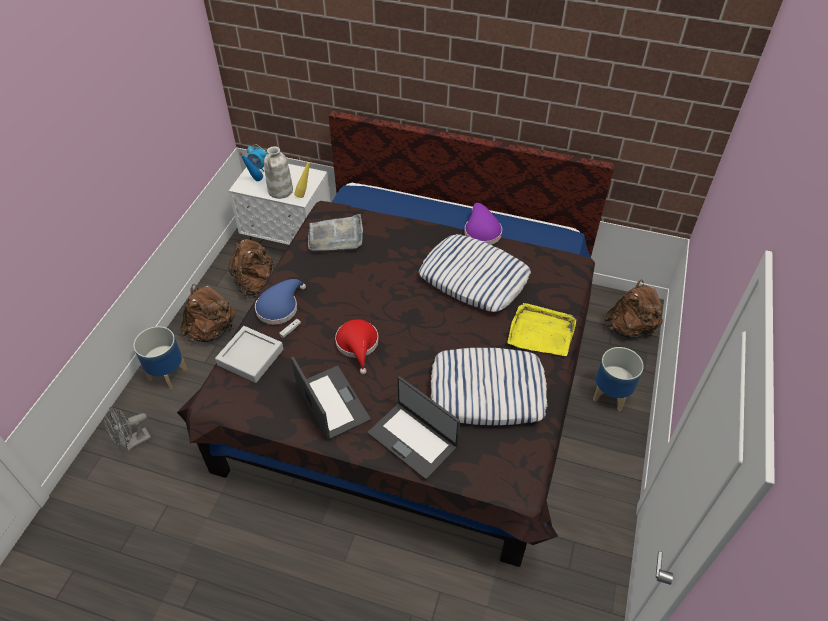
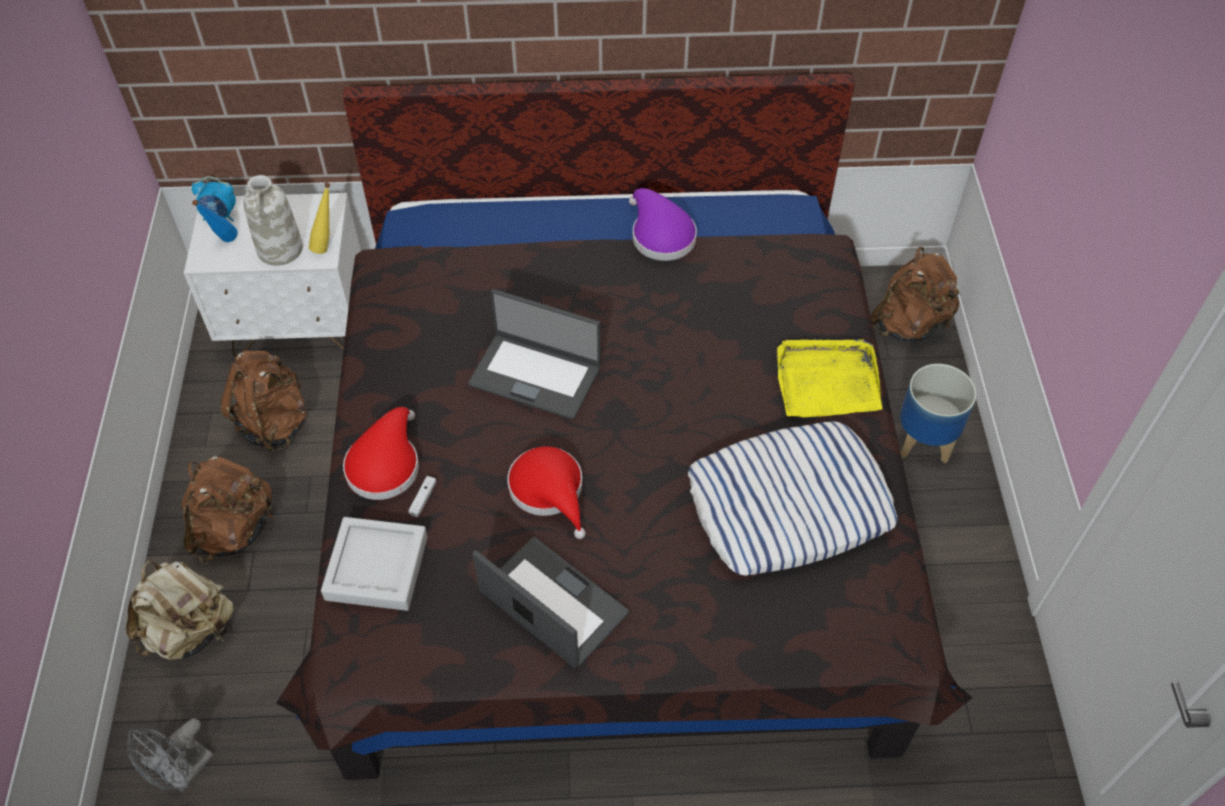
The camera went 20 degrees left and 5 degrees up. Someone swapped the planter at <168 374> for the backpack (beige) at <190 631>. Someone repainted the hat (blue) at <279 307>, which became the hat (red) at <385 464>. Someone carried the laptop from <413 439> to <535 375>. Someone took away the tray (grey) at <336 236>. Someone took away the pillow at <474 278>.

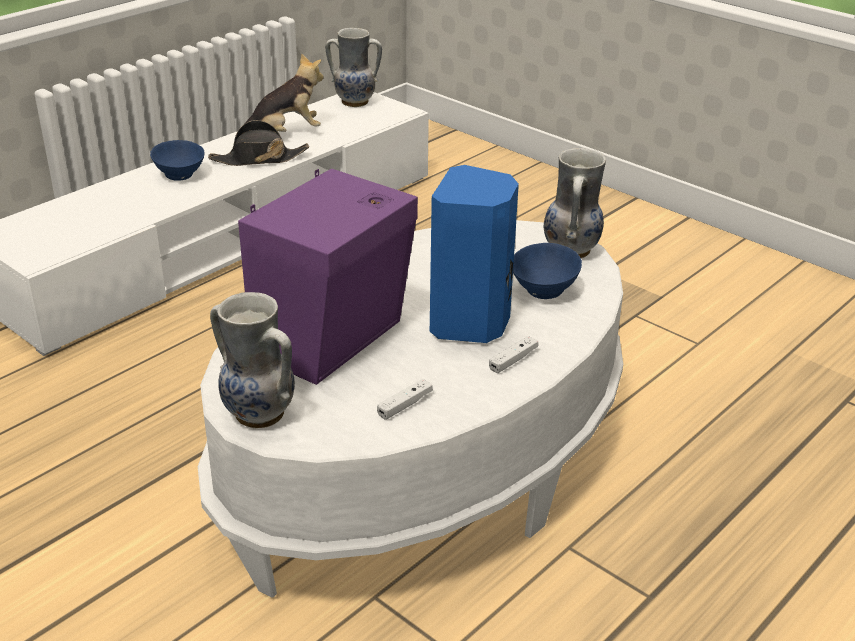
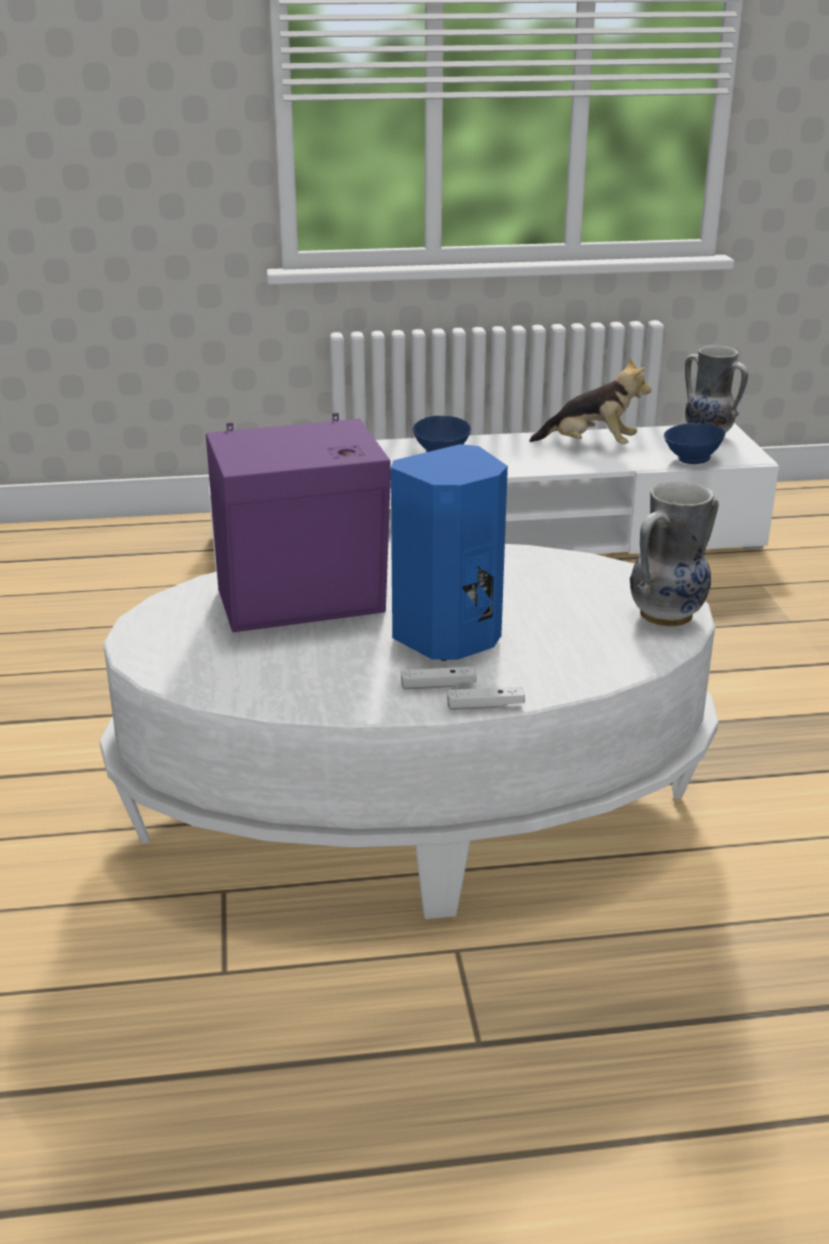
The camera went 40 degrees right and 5 degrees down. Someone carried the game controller (white) from <405 405> to <485 706>. Someone carried the bowl (blue) from <542 291> to <691 459>. Someone took away the hat (black) at <259 159>. Someone took away the vase at <258 415>.

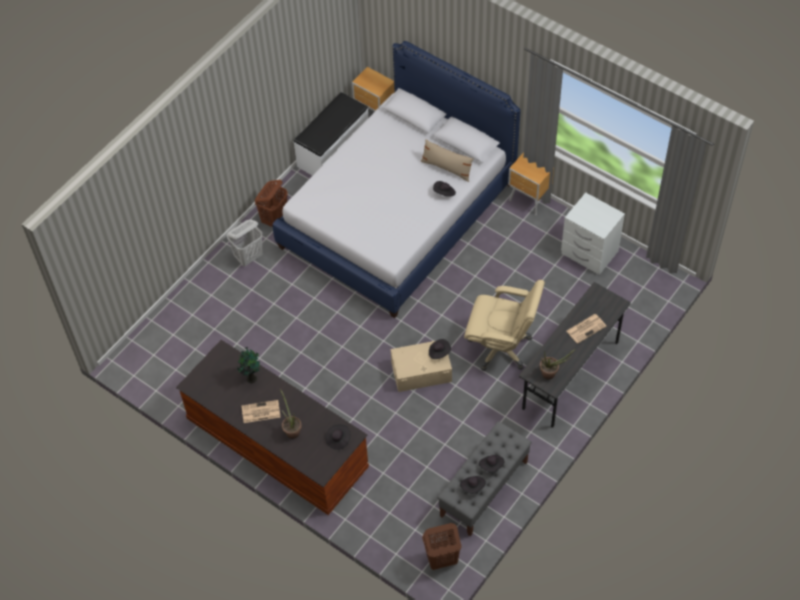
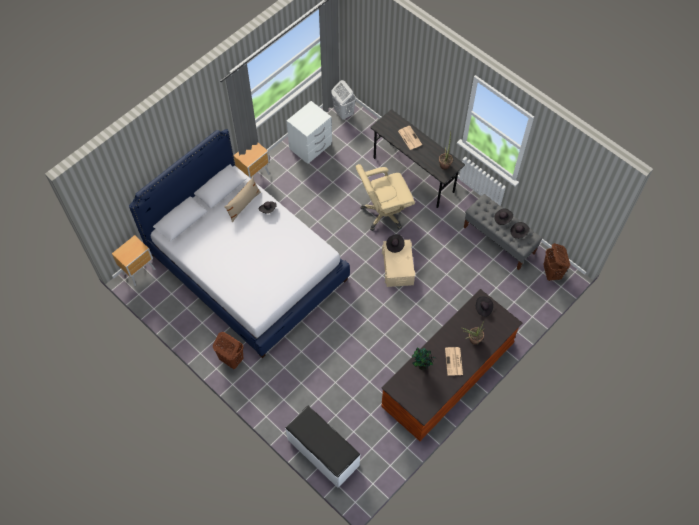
The camera went 85 degrees left and 5 degrees up. Someone carried the bench (white) from <333 149> to <323 453>. Someone carried the laundry basket (white) from <249 257> to <343 112>. Someone rotated the office chair (beige) at <501 347> by 135 degrees counterclockwise.

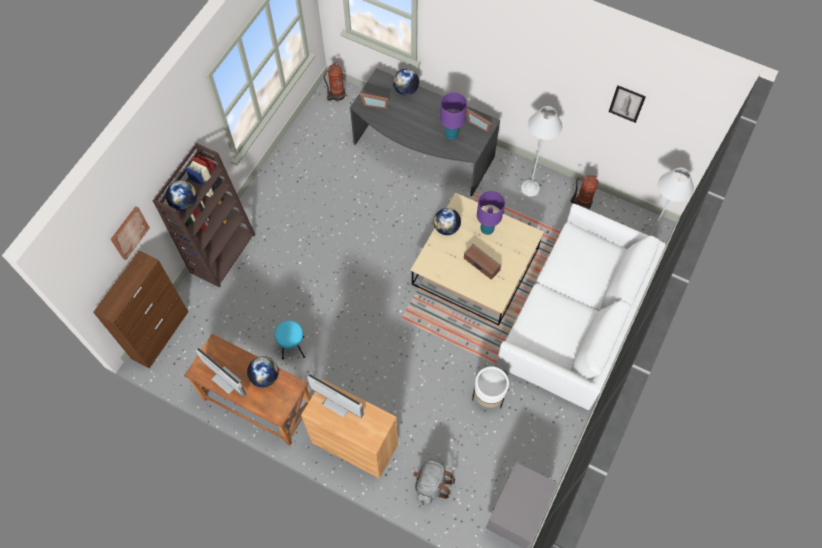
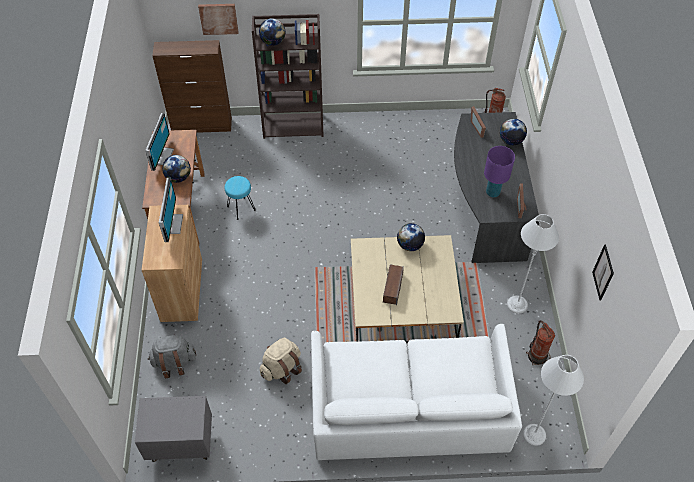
The camera went 60 degrees right and 10 degrees down. Someone swapped the planter (white) at <488 396> for the backpack (beige) at <281 368>. Someone took away the table lamp (purple) at <487 229>.

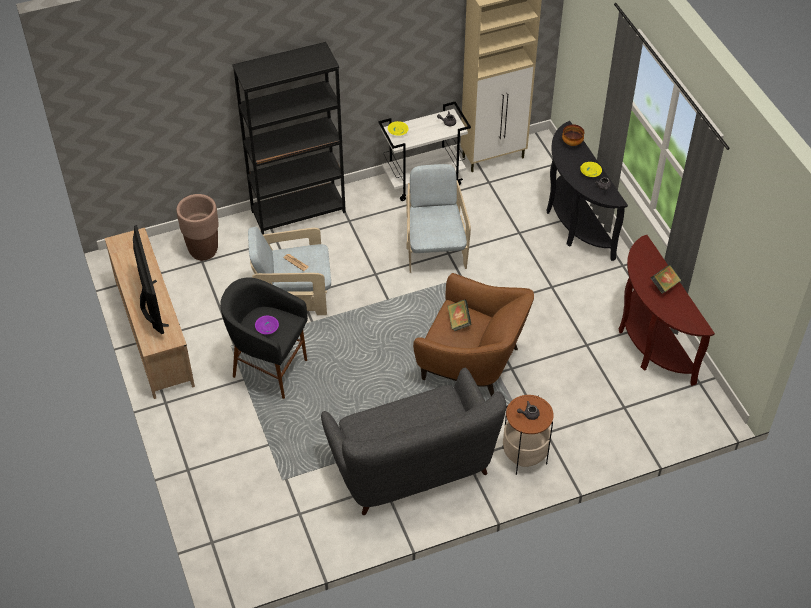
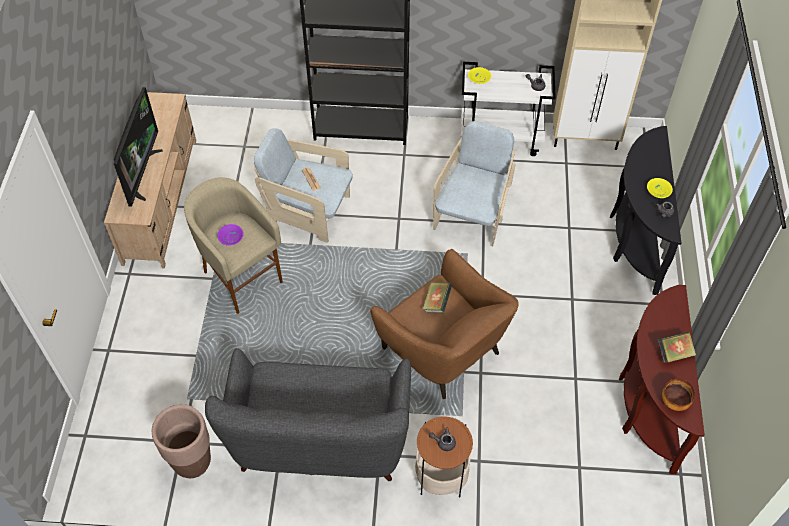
The camera went 25 degrees right and 5 degrees up. Someone carried the planter (brown) from <203 251> to <192 462>. Someone repainted the stool (black) at <268 370>, which became the stool (beige) at <241 278>. Someone carried the bowl from <572 143> to <674 401>.

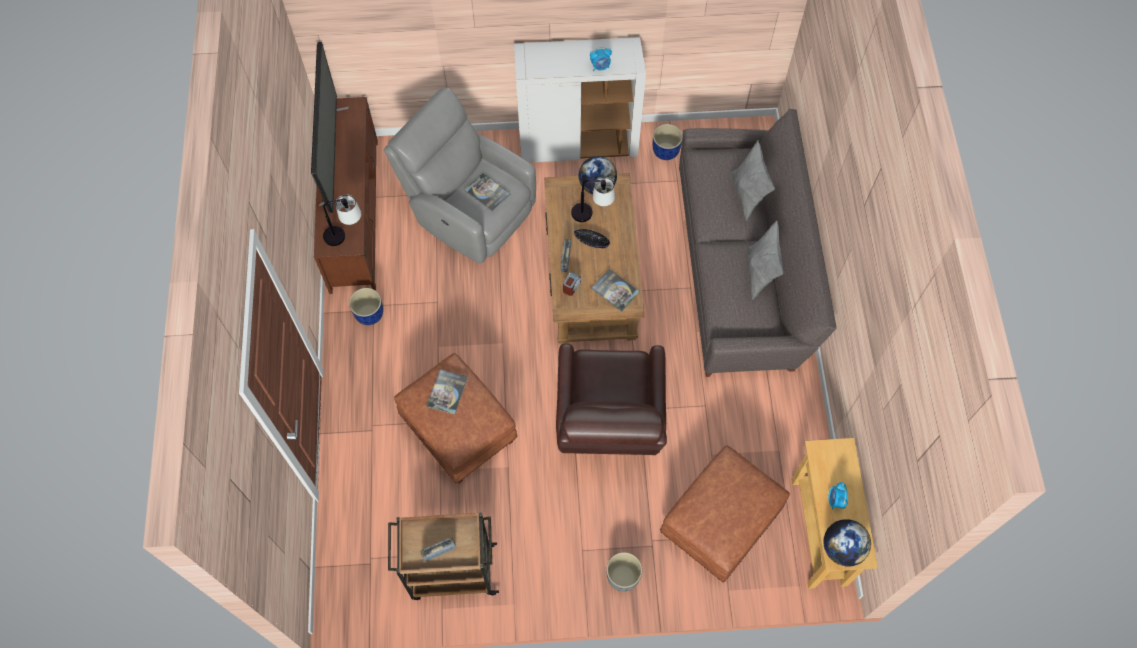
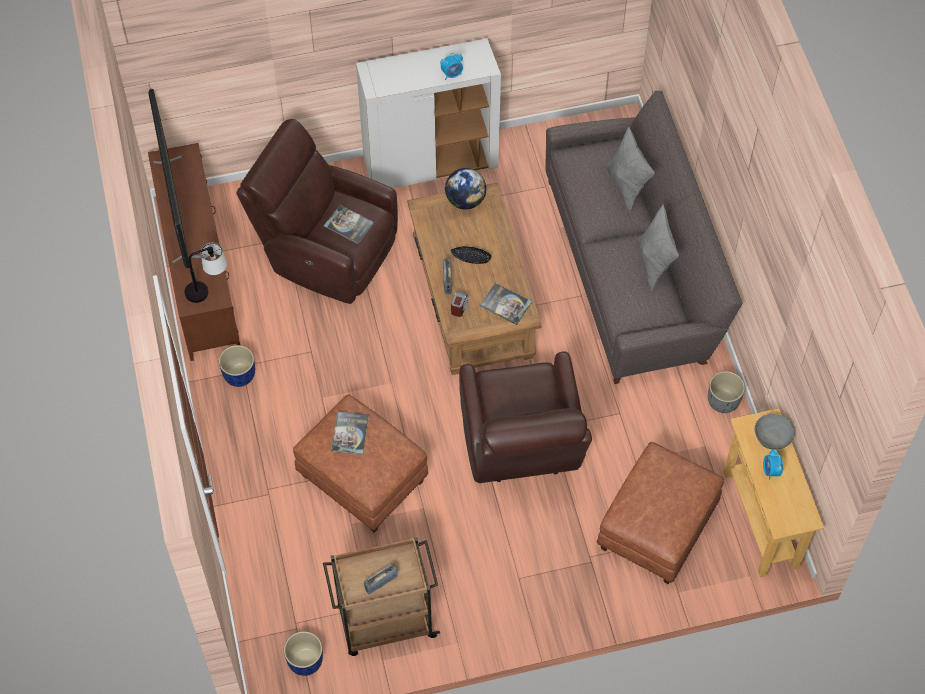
The camera went 10 degrees left and 5 degrees down. Someone repainted the armchair (grey) at <470 210>, which became the armchair (brown) at <326 250>. Someone carried the planter (blue) from <665 150> to <304 661>. Someone carried the planter (grey) from <623 577> to <723 401>. Someone put down the bowl (grey) at <773 437>. Someone took away the table lamp at <592 213>. Someone took away the globe at <842 548>.

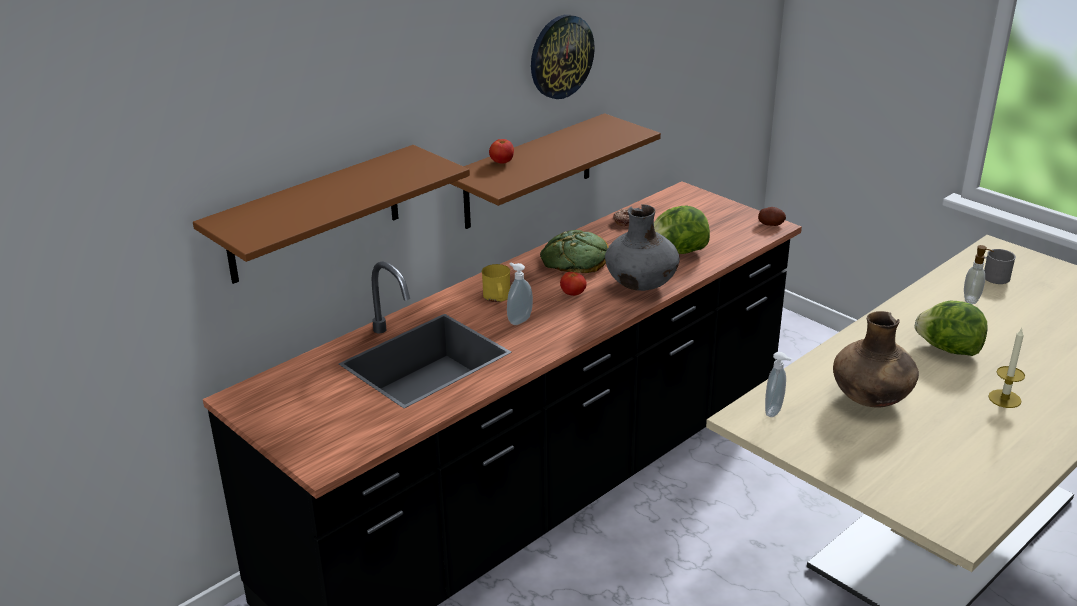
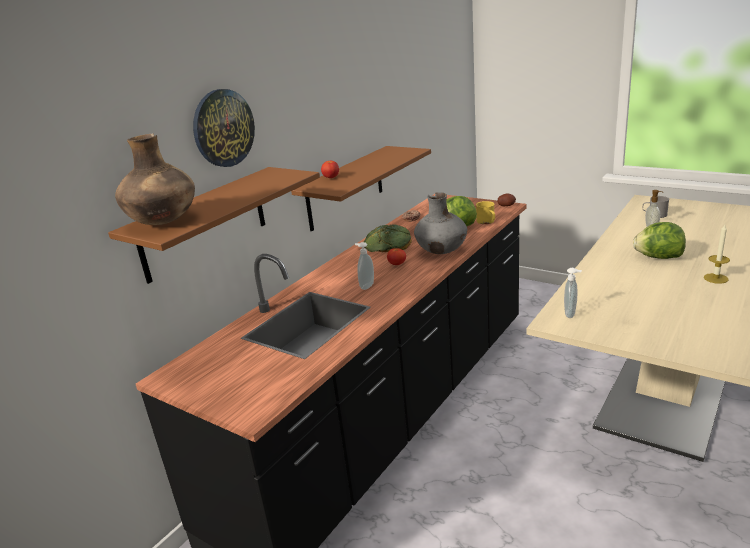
The camera went 10 degrees left and 5 degrees down. Someone carried the vase (brown) from <870 399> to <163 222>. Someone carried the wall clock from <561 56> to <223 128>. Someone carried the mug (yellow) from <497 298> to <487 222>.

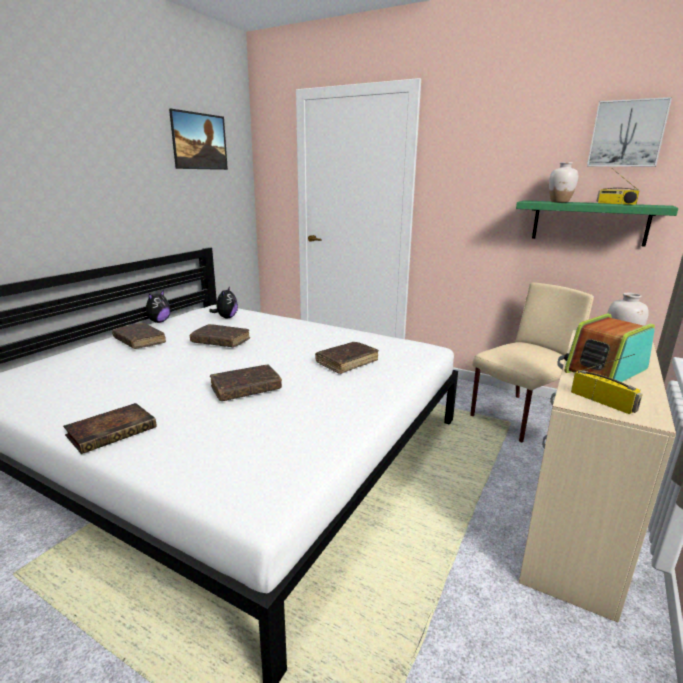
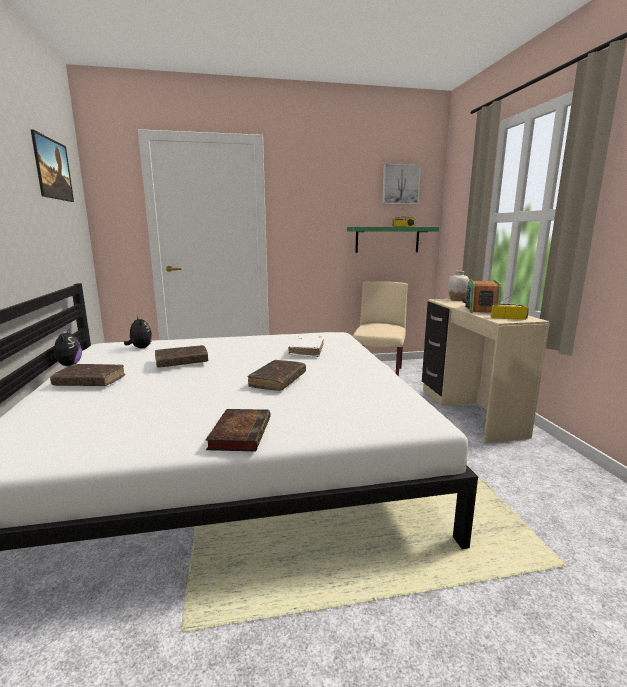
The camera went 40 degrees left and 5 degrees down. Someone repainted the book (brown) at <347 362>, which became the book (white) at <306 351>. Someone took away the vase (white) at <559 202>.

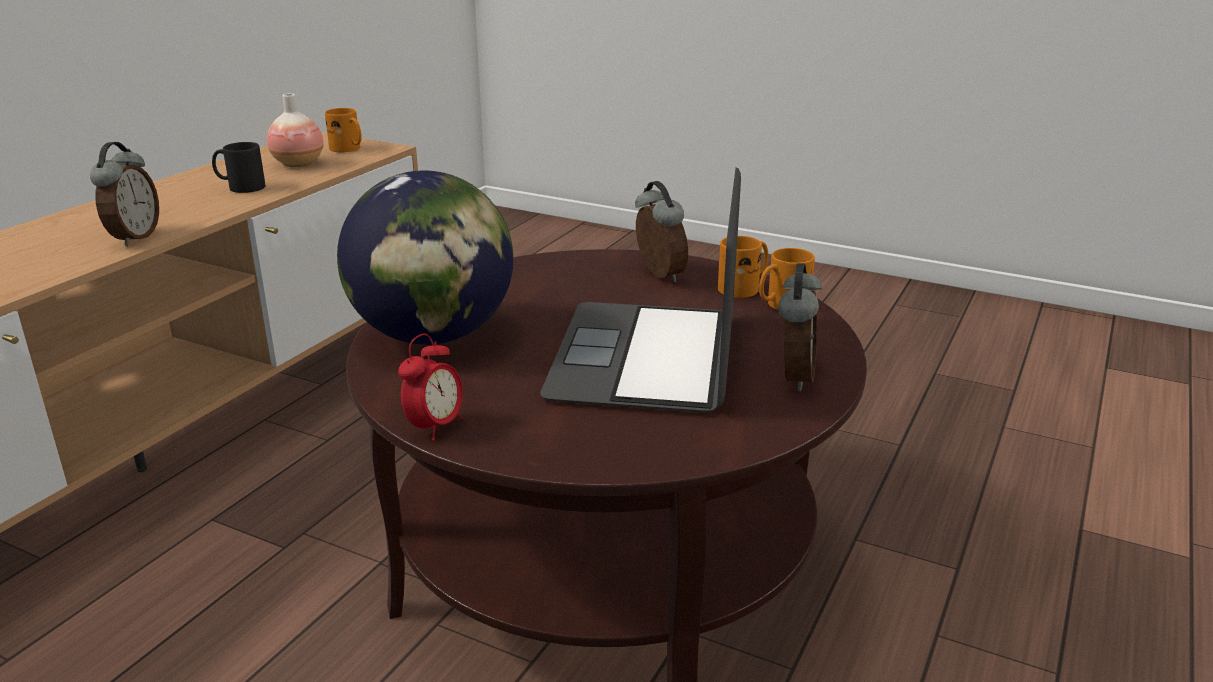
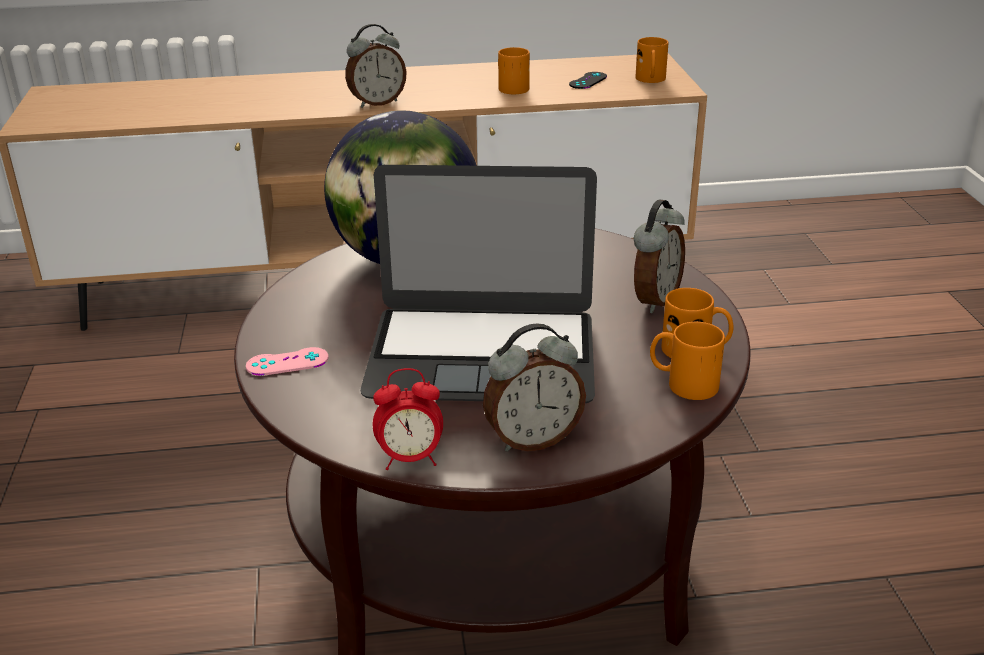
The camera went 55 degrees right and 5 degrees up. Someone put down the game controller (pink) at <287 362>. Someone rotated the laptop at <645 356> by 150 degrees counterclockwise. Someone carried the alarm clock from <435 427> to <410 459>. Someone repainted the mug (black) at <240 187>, which became the mug (orange) at <510 87>. Someone swapped the vase at <298 164> for the game controller (black) at <588 81>.

